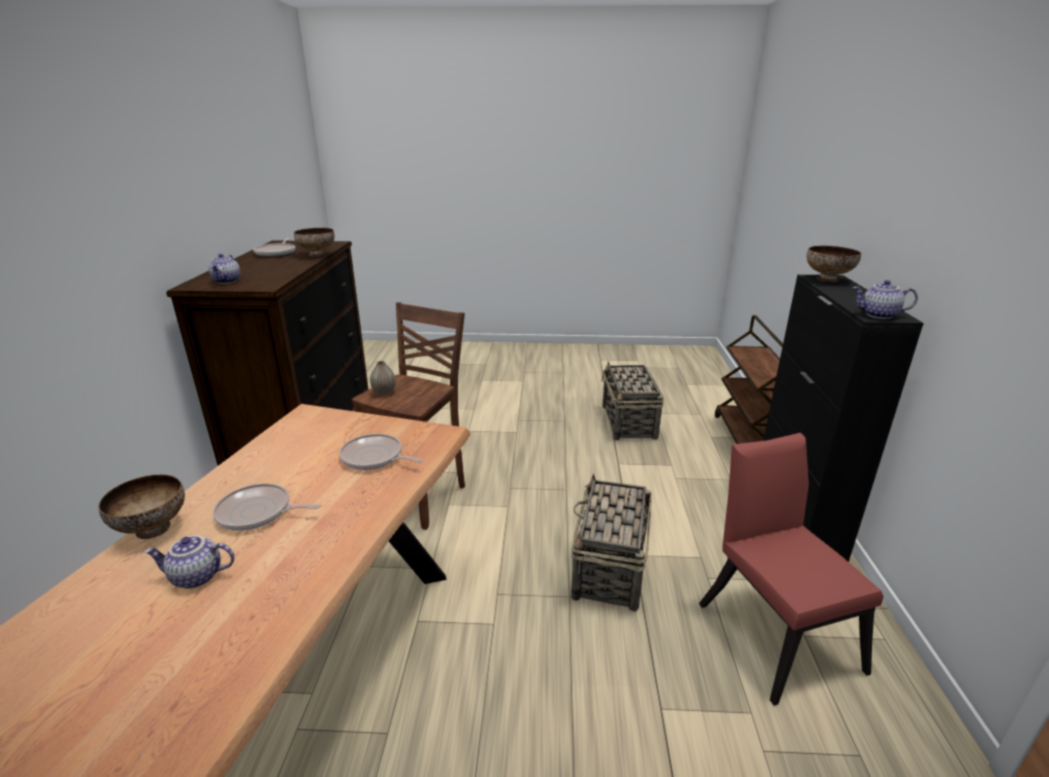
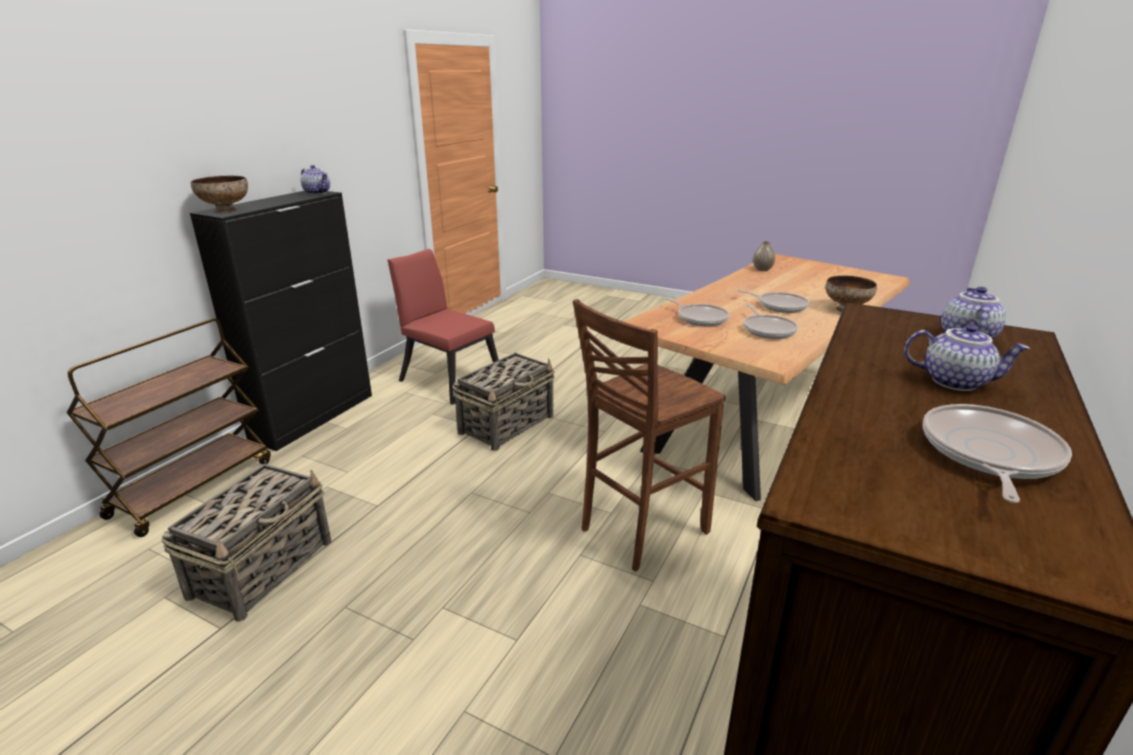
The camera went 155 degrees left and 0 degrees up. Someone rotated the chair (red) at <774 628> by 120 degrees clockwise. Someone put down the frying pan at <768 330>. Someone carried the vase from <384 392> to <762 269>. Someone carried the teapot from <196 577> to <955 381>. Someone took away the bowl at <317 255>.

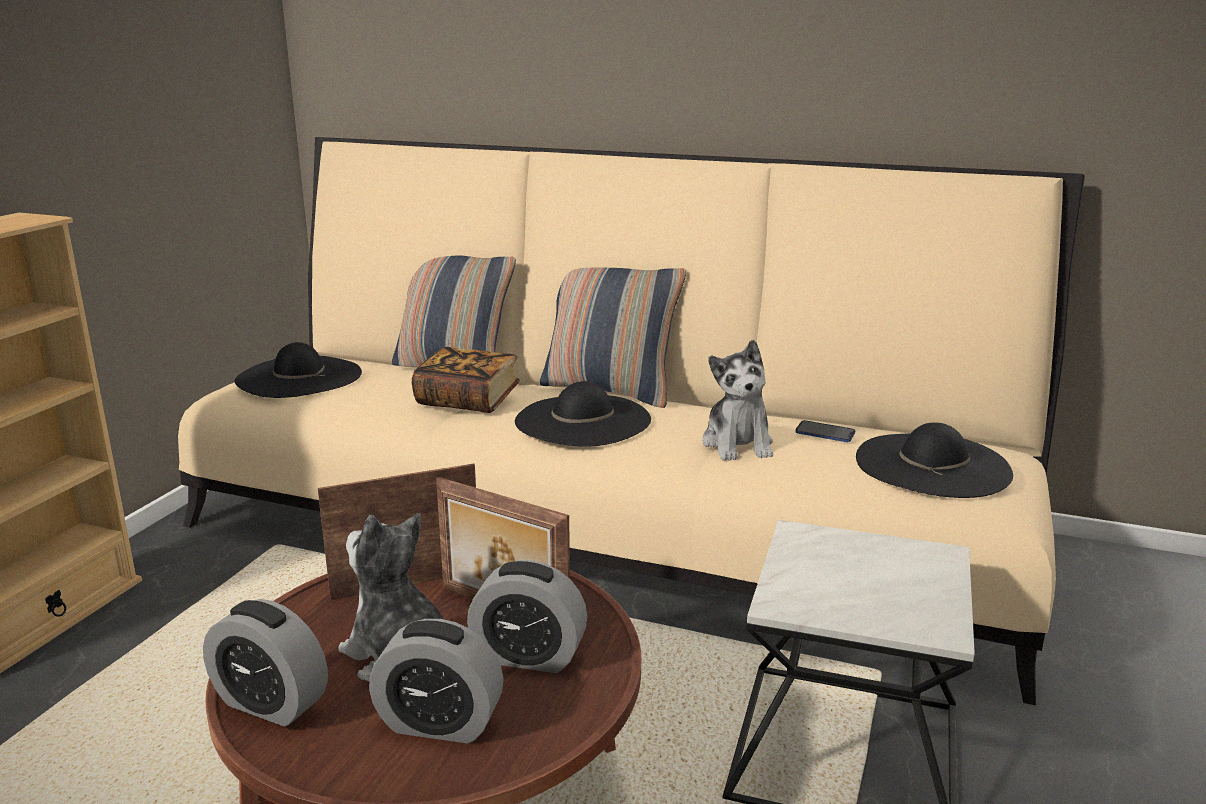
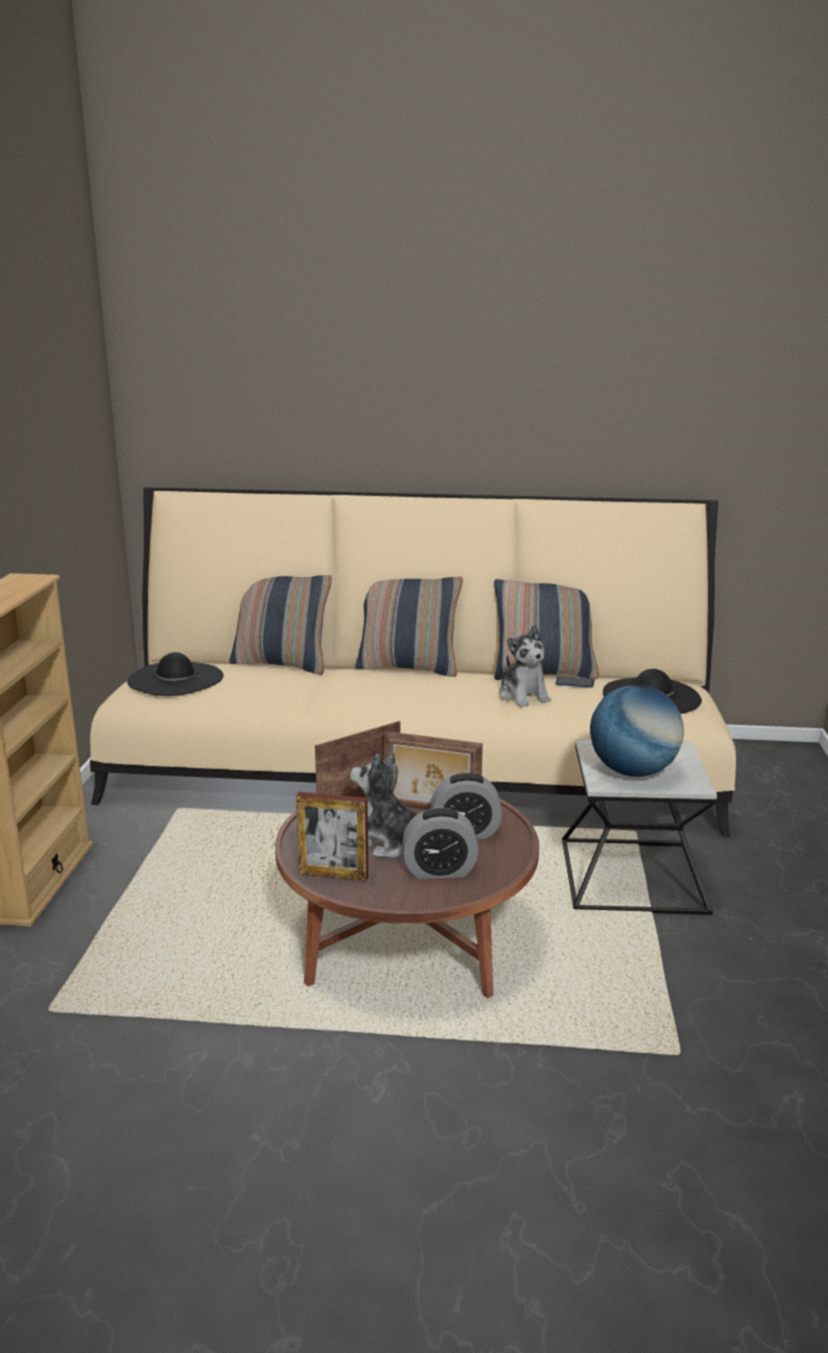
The camera went 15 degrees left and 0 degrees up. Someone swapped the alarm clock at <271 703> for the picture frame at <333 874>. Someone put down the pillow at <544 674>. Someone put down the globe at <632 771>. Someone took away the book at <468 400>. Someone took away the hat (black) at <583 420>.

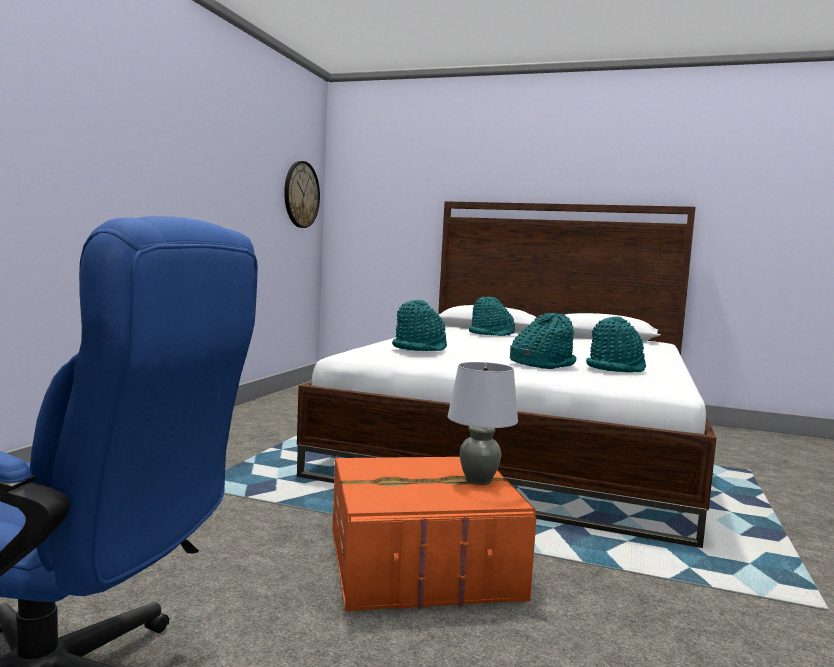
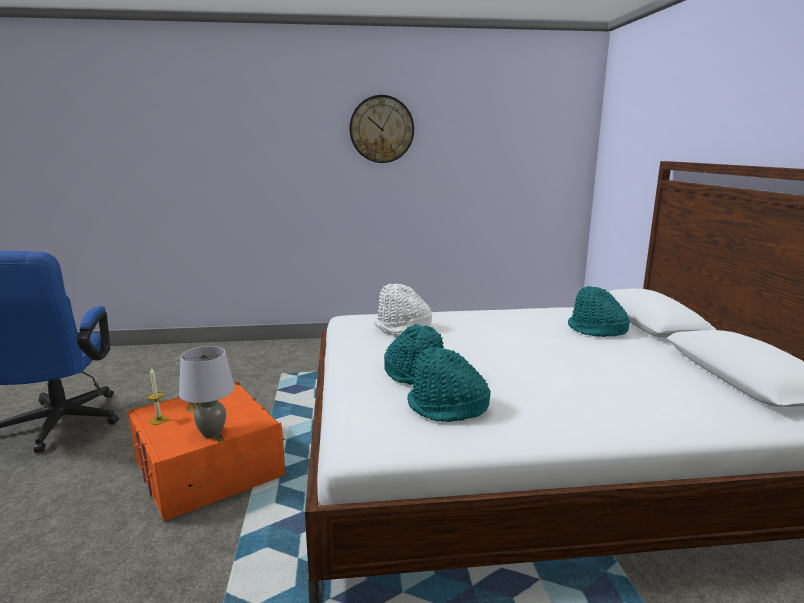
The camera went 65 degrees right and 10 degrees up. Someone put down the candle at <159 420>. Someone carried the wall clock from <301 194> to <381 129>. Someone repainted the hat (turquoise) at <420 348>, which became the hat (white) at <402 326>.

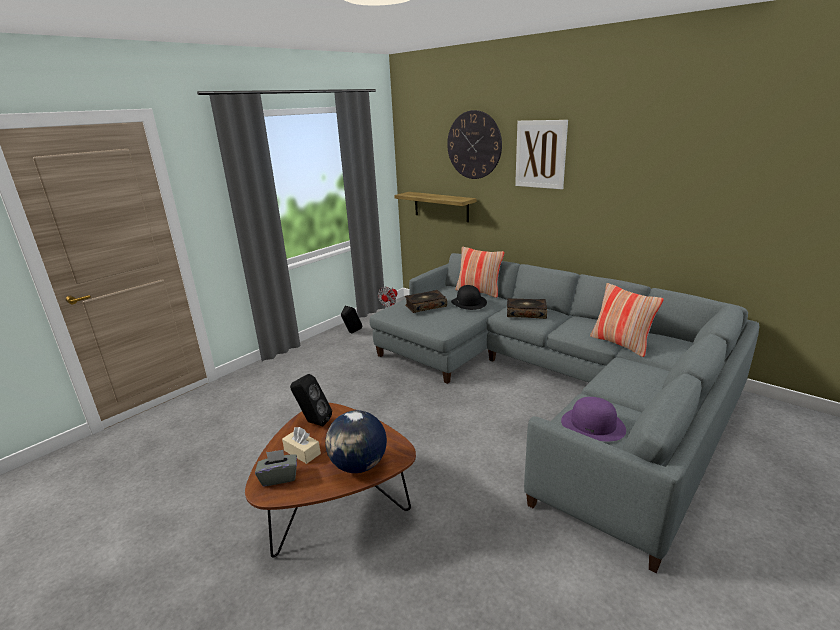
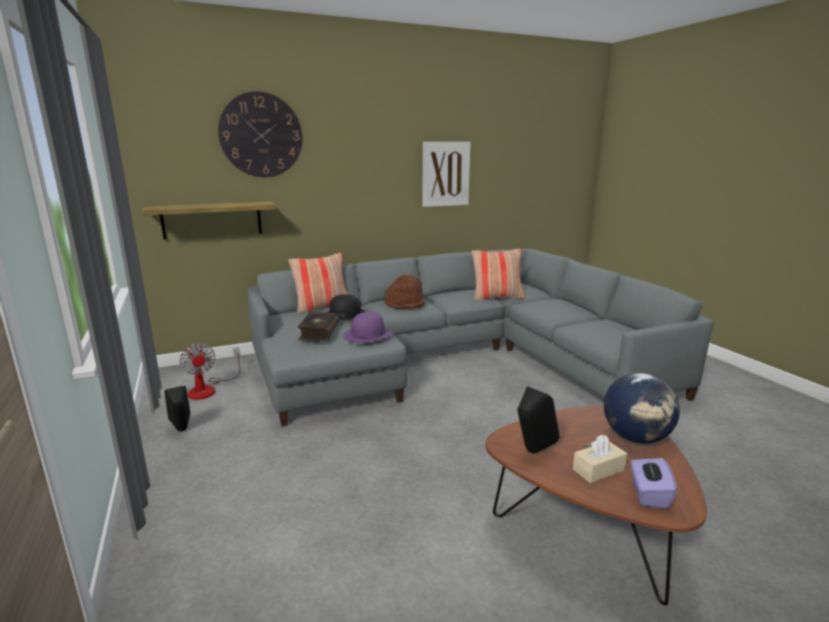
The camera went 65 degrees left and 5 degrees down. Someone carried the hat (purple) from <593 425> to <368 334>. Someone swapped the book at <526 313> for the hat (brown) at <405 304>. Someone carried the picture from <540 154> to <445 174>. Someone repainted the tissue box (grey) at <279 477>, which became the tissue box (purple) at <648 494>.

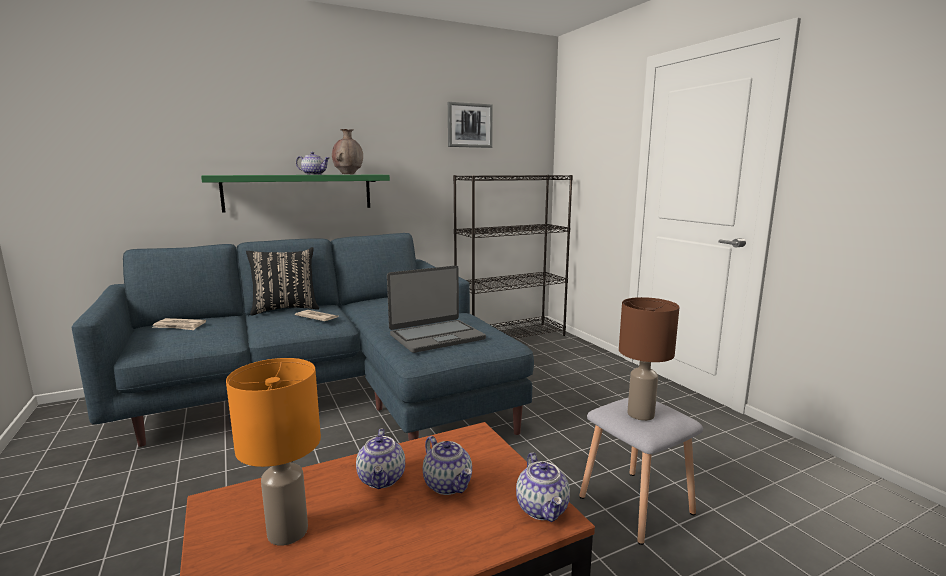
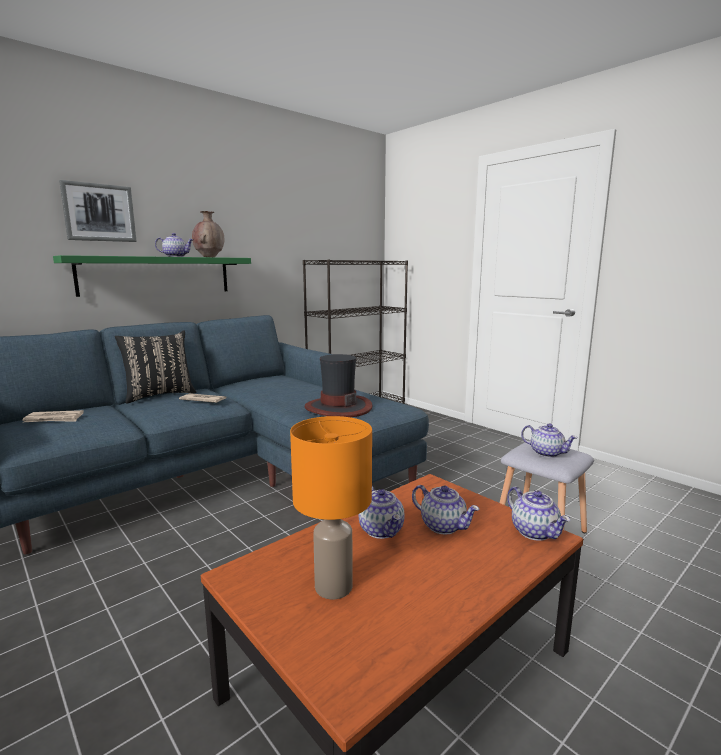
The camera went 15 degrees left and 0 degrees up. Someone carried the picture from <469 125> to <99 212>. Someone swapped the laptop at <436 337> for the hat at <338 407>. Someone swapped the table lamp (brown) at <640 414> for the teapot at <547 453>.

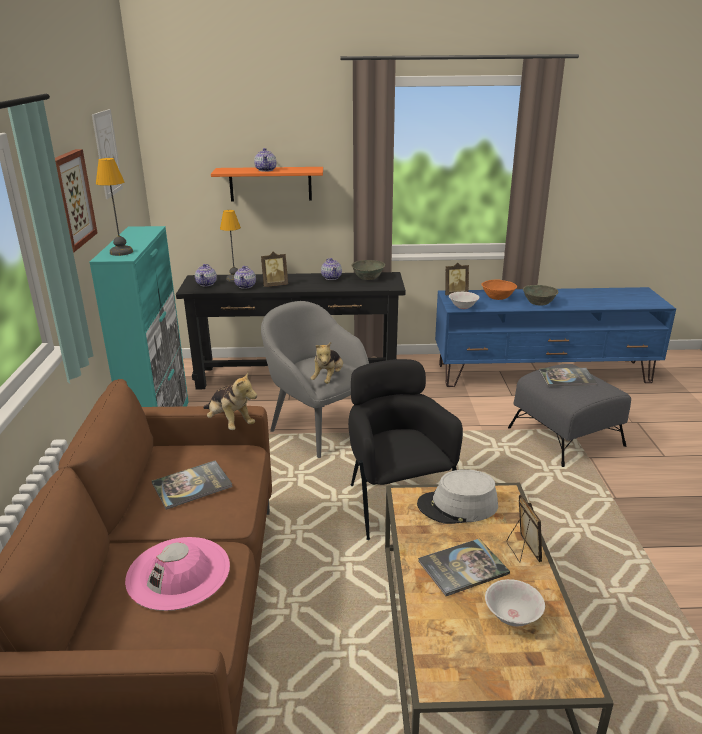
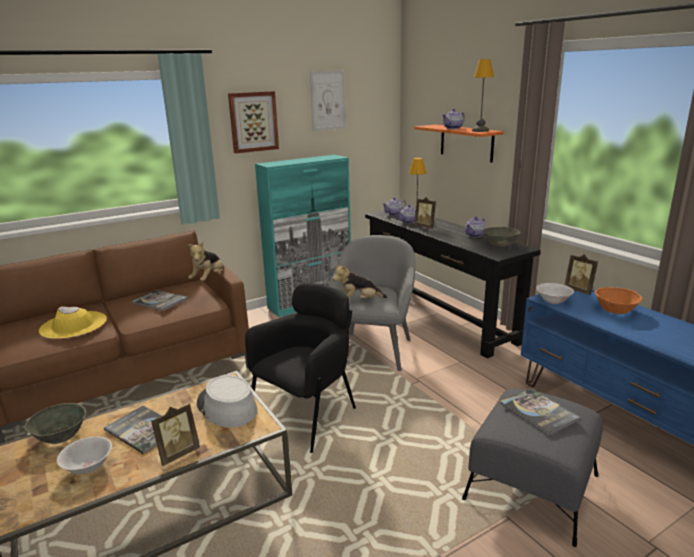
The camera went 60 degrees right and 5 degrees down. Someone carried the bowl (grey) from <539 303> to <59 436>. Someone repainted the hat (pink) at <178 573>, which became the hat (yellow) at <73 325>. Someone carried the table lamp from <122 252> to <480 131>.

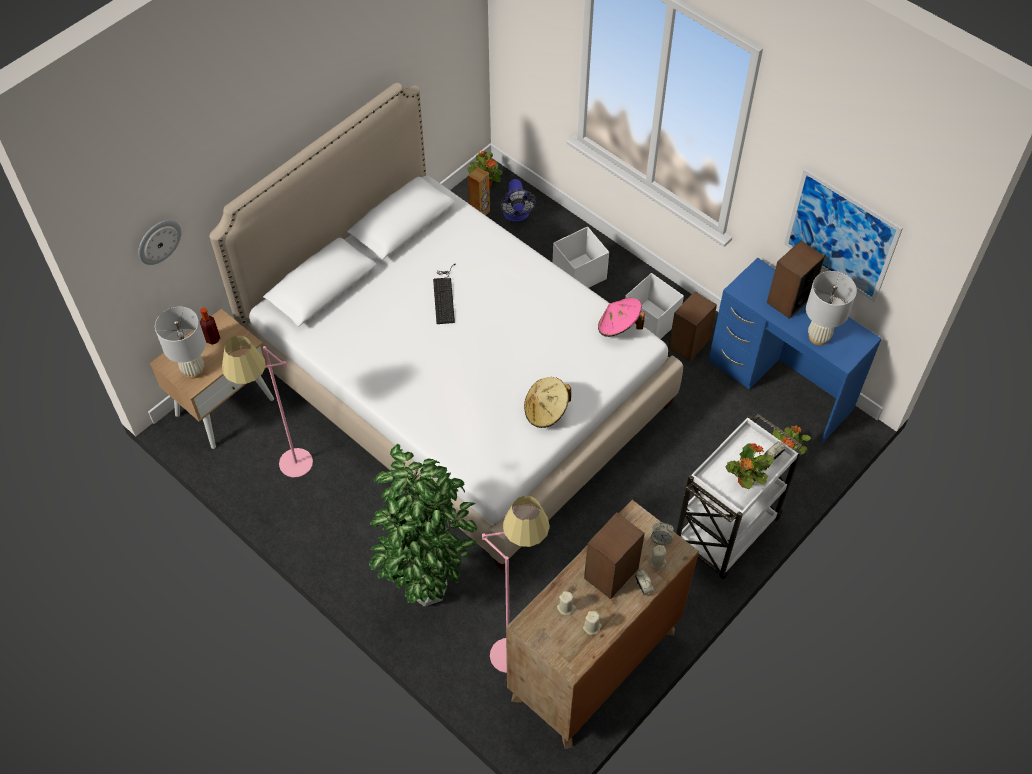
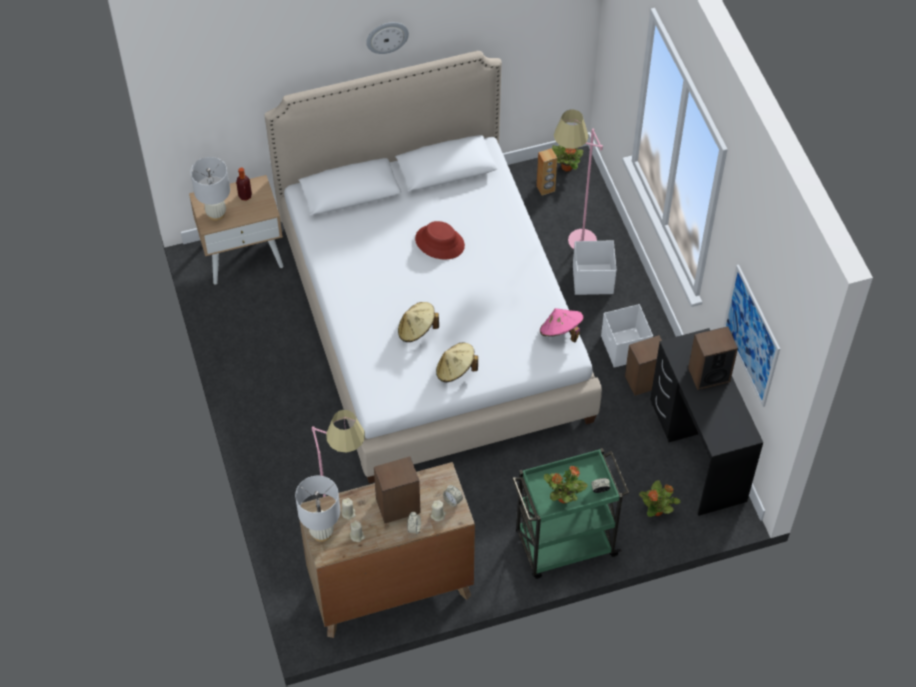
The camera went 30 degrees right and 0 degrees up. Someone carried the table lamp (white) from <818 337> to <321 532>. Someone carried the wall clock from <158 241> to <387 37>. Someone put down the hat (beige) at <417 330>. Someone swapped the keyboard at <444 295> for the hat (red) at <440 242>. Someone repainted the cart (white) at <725 533>, which became the cart (green) at <564 545>. Someone carried the floor lamp (pink) from <288 475> to <571 246>. Someone repainted the desk (blue) at <780 385>, which became the desk (black) at <698 452>. Someone took away the potted plant at <428 589>. Someone took away the fan at <516 215>.

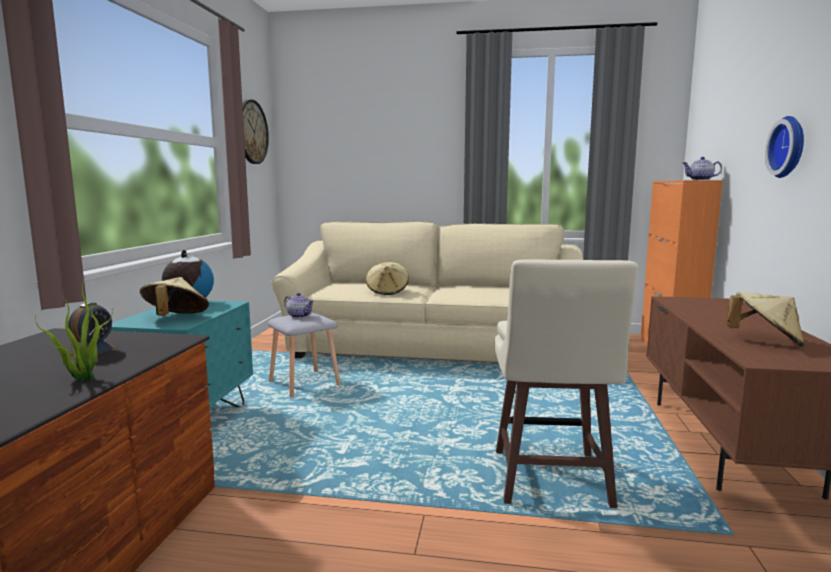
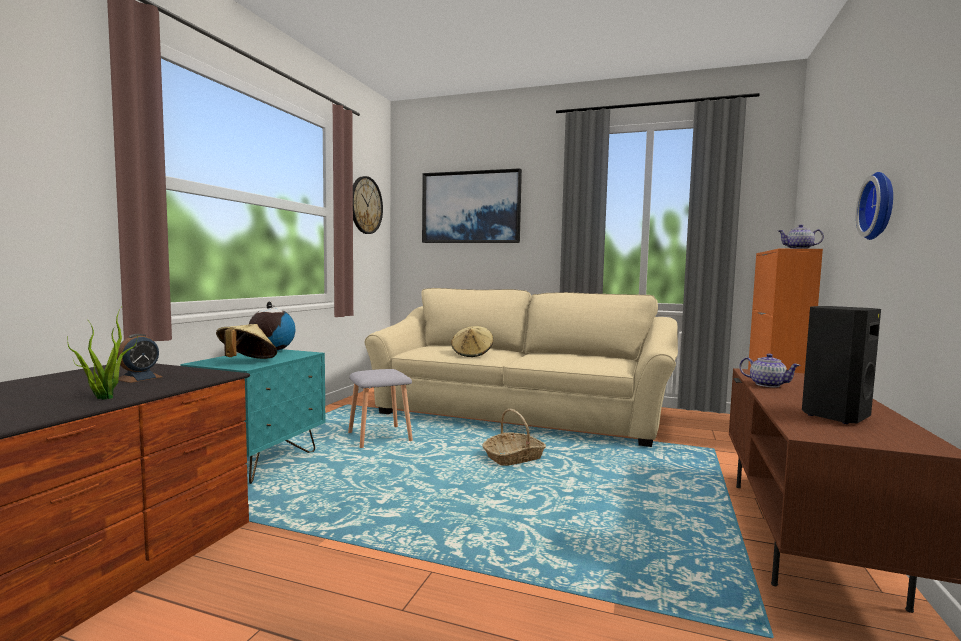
The camera went 10 degrees right and 5 degrees down. Someone put up the picture at <471 207>. Someone put down the basket at <513 458>. Someone carried the teapot from <299 316> to <767 384>. Someone swapped the hat (beige) at <765 341> for the speaker (black) at <834 416>. Someone took away the stool (beige) at <550 480>.

